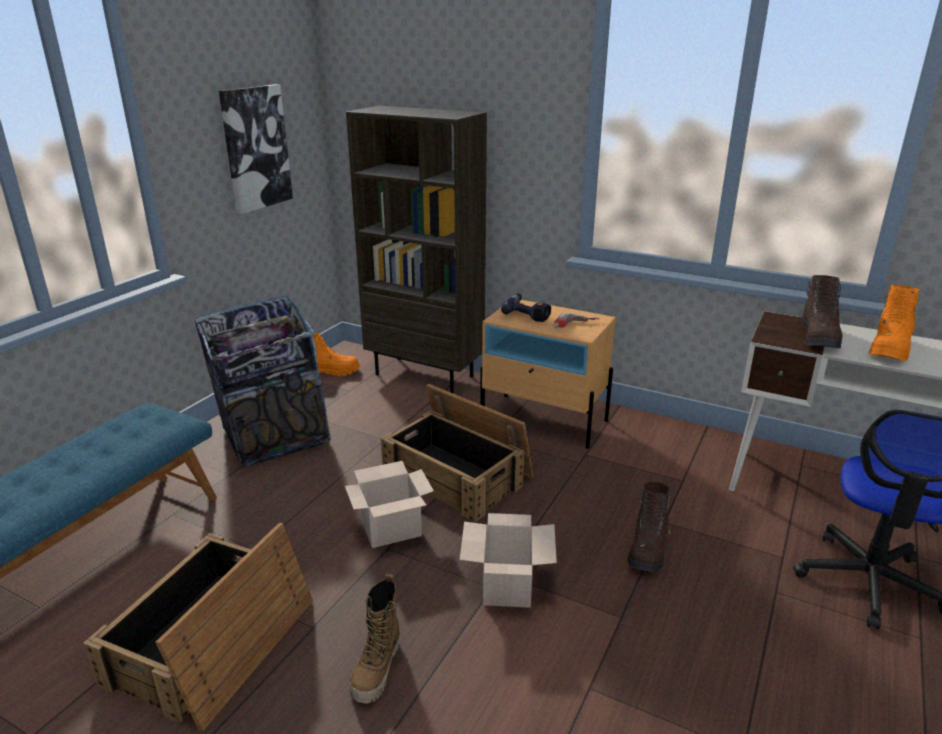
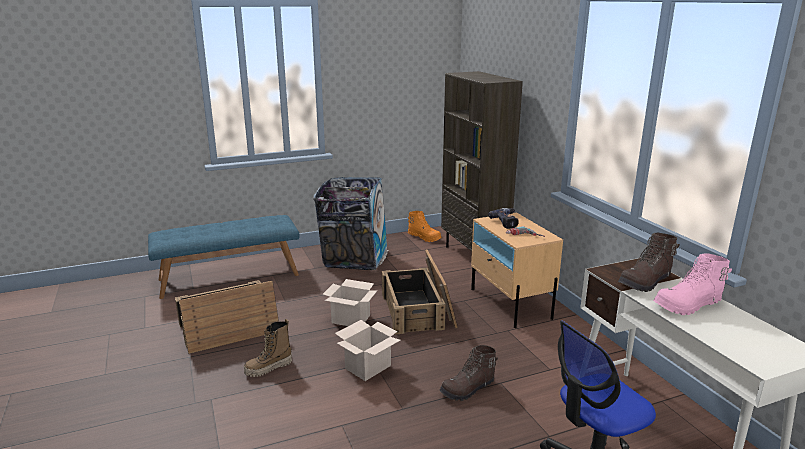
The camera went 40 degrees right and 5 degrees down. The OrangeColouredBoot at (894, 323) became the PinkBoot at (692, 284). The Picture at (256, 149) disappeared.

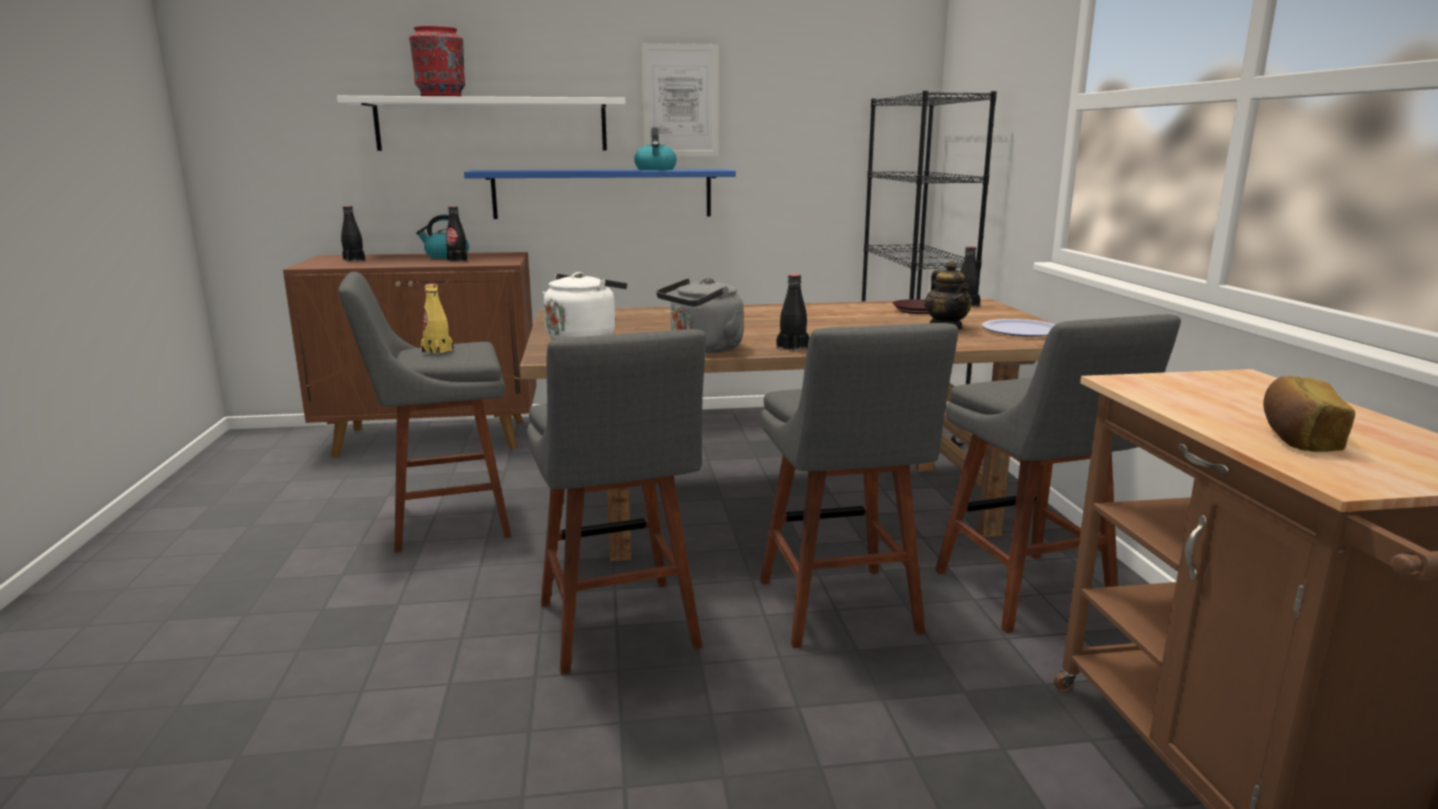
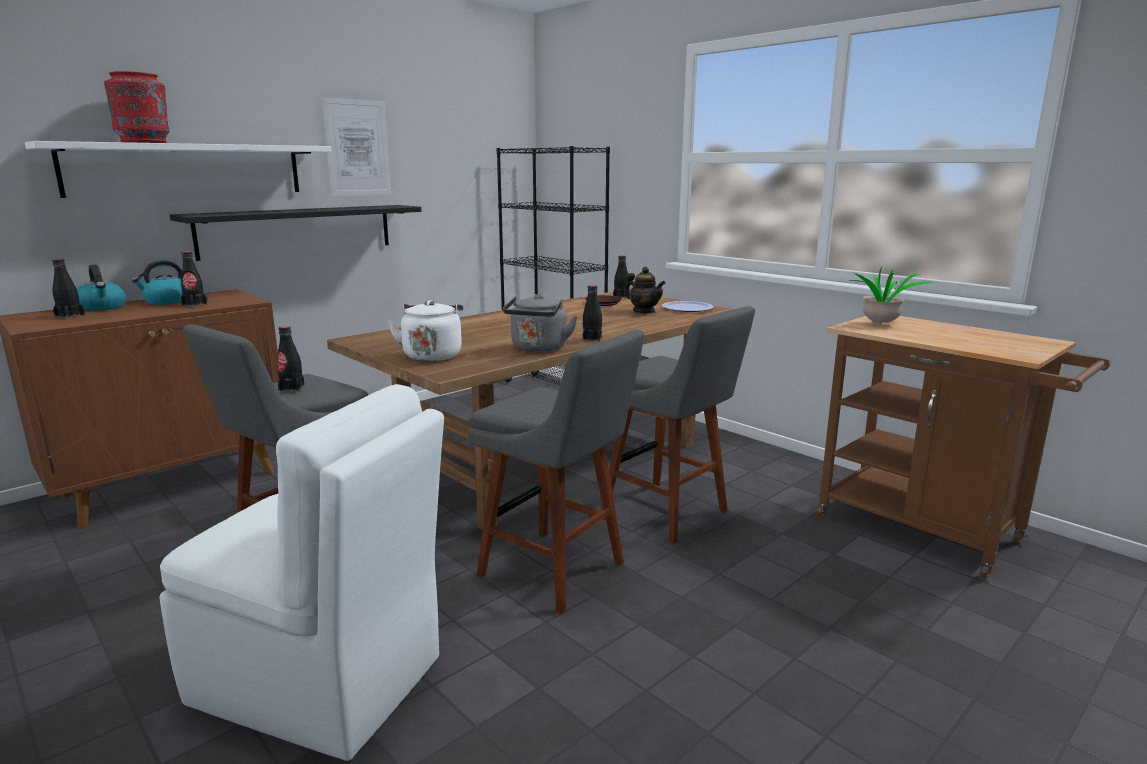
The camera went 35 degrees left and 0 degrees up. The WaterKettle moved from (655, 148) to (101, 288). The WhiteColouredUprightChair at (301, 572) appeared. The BluishBracketShelf at (600, 194) became the BlackishBracketShelf at (295, 233). The YellowDrinkBottle at (437, 319) became the BlackishDrinkBottle at (291, 359). The Houseplant at (892, 294) appeared. The GrayStoolSeat at (1058, 474) disappeared. The Bread at (1309, 414) disappeared.

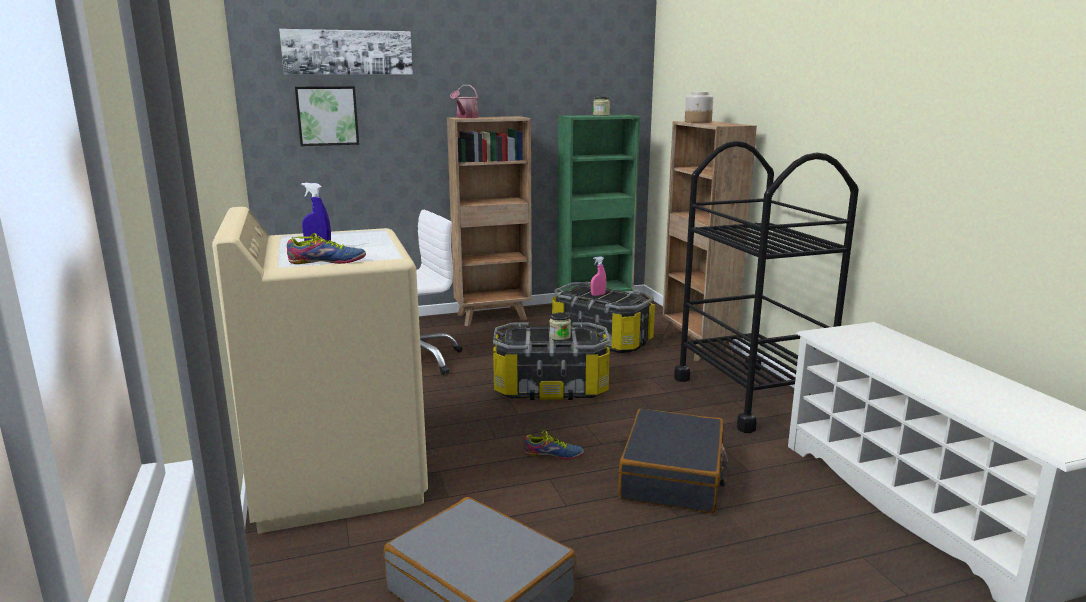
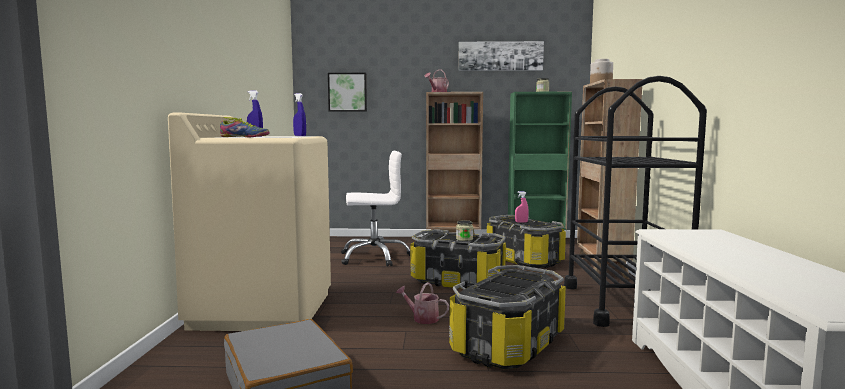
The camera went 20 degrees right and 10 degrees down. The BluishSprayBottle at (299, 114) appeared. The ItemOfFootwear at (554, 444) was replaced by the WateringCan at (422, 303). The BlackishTravelCase at (673, 461) was replaced by the StorageContainer at (507, 317). The Picture moved from (346, 52) to (501, 56).

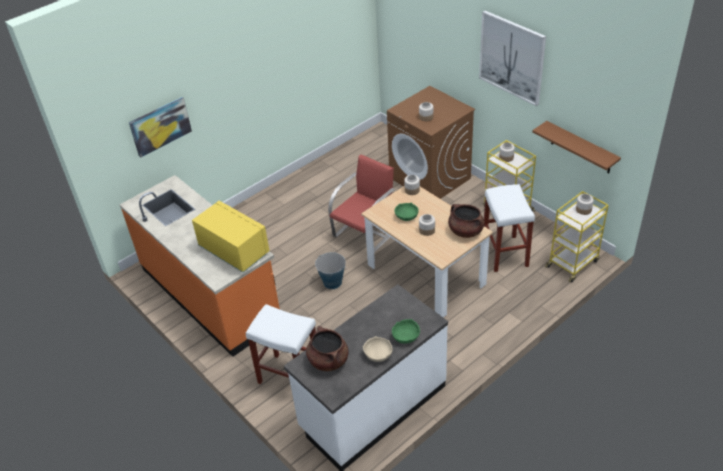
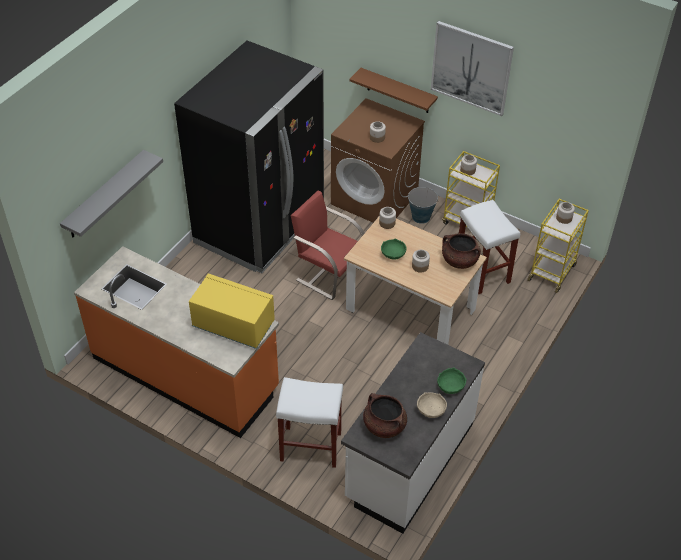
The camera went 20 degrees left and 5 degrees up. The Picture at (160, 127) was replaced by the GrayBracketShelf at (111, 193). The BlackishRefrigerator at (249, 156) appeared. The RedColouredUprightChair at (361, 203) turned 75 degrees counterclockwise. The BrownColouredBracketShelf moved from (576, 147) to (393, 90). The Bucket moved from (331, 270) to (423, 205).

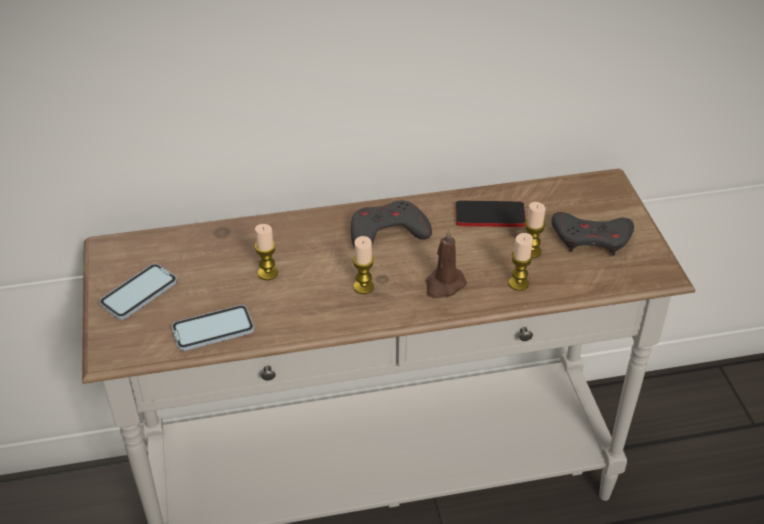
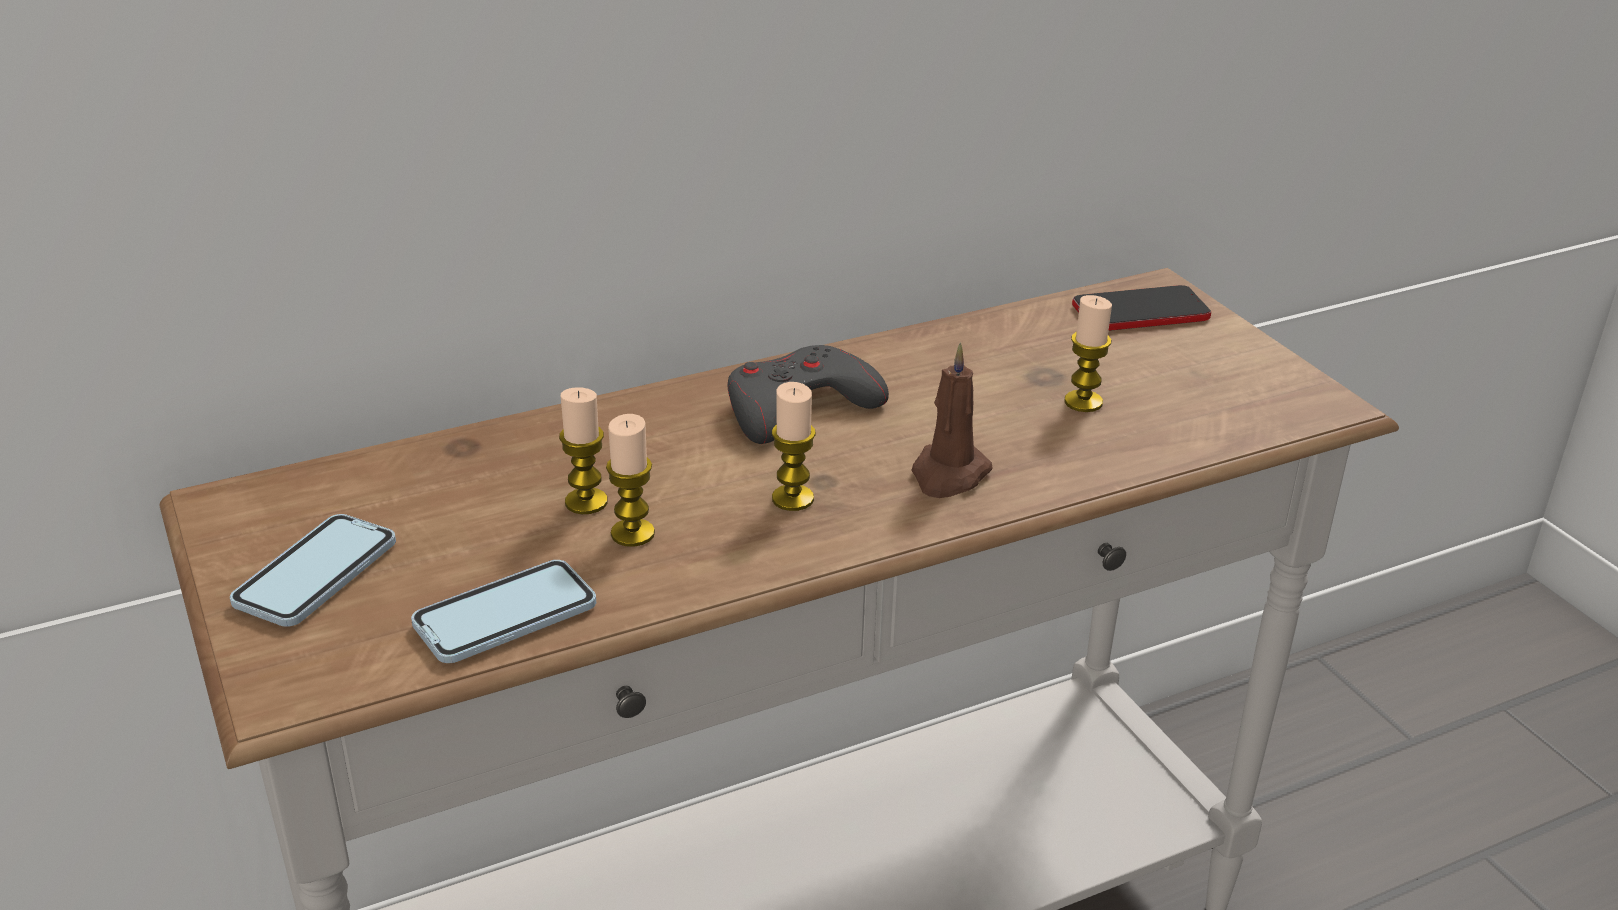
The camera went 15 degrees left and 10 degrees down. The WaxLight moved from (521, 262) to (630, 480). The Phone moved from (490, 214) to (1141, 308). The GrayGamepad at (593, 234) disappeared.

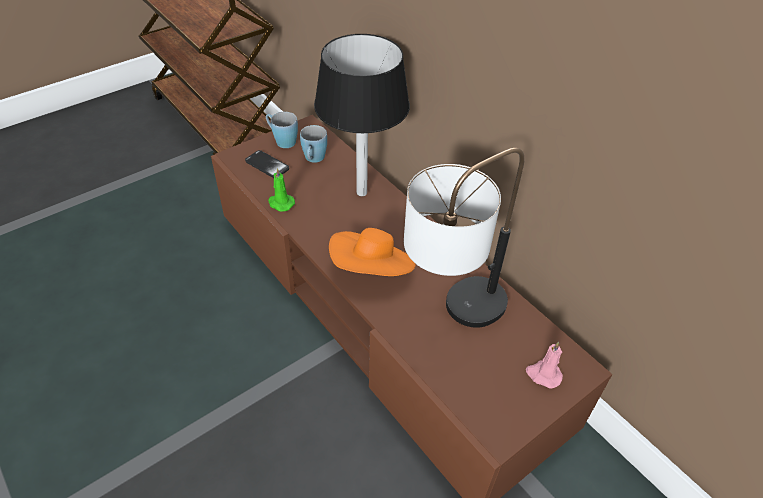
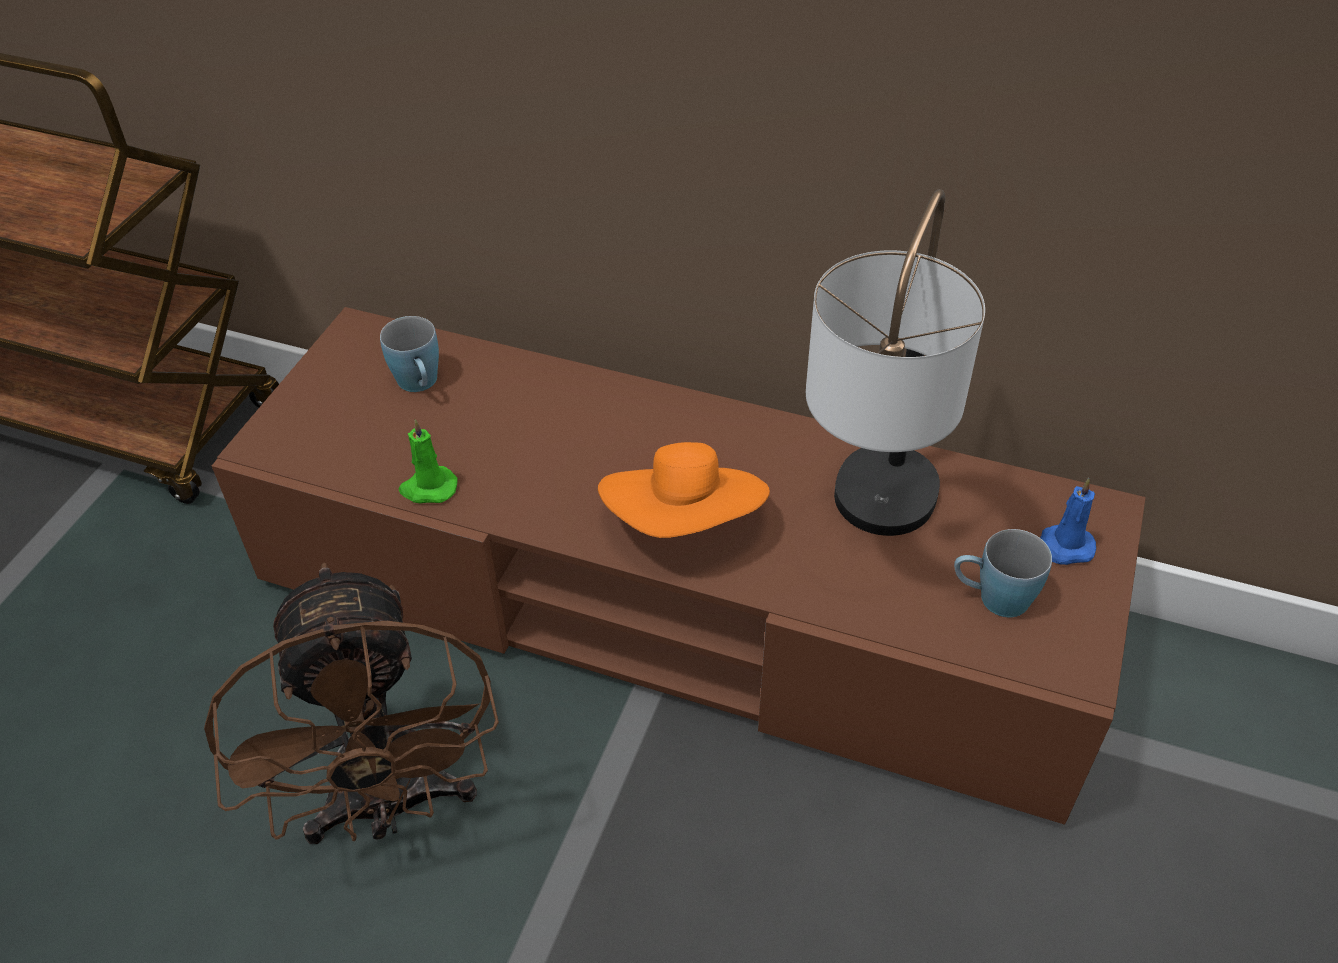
The camera went 30 degrees left and 0 degrees up. The BrownColouredCoolingFan at (351, 703) appeared. The BluishCoffeeMug moved from (282, 130) to (1003, 573). The PinkWaxLight at (544, 365) became the BluishWaxLight at (1068, 521). The Phone at (267, 164) disappeared. The BlackishTableLamp at (362, 115) disappeared.

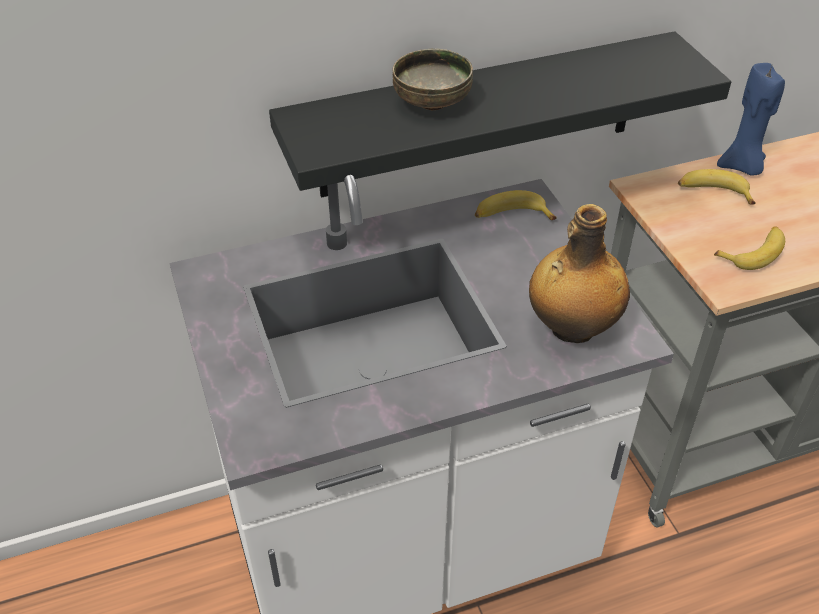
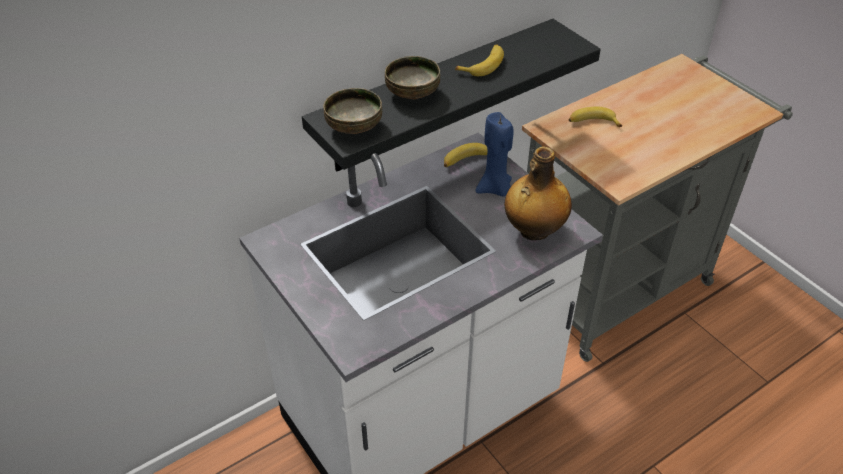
The camera went 15 degrees left and 0 degrees up. The DeepDish at (352, 111) appeared. The BananaFruit moved from (749, 248) to (479, 60). The BluishWaxLight moved from (751, 119) to (495, 154).

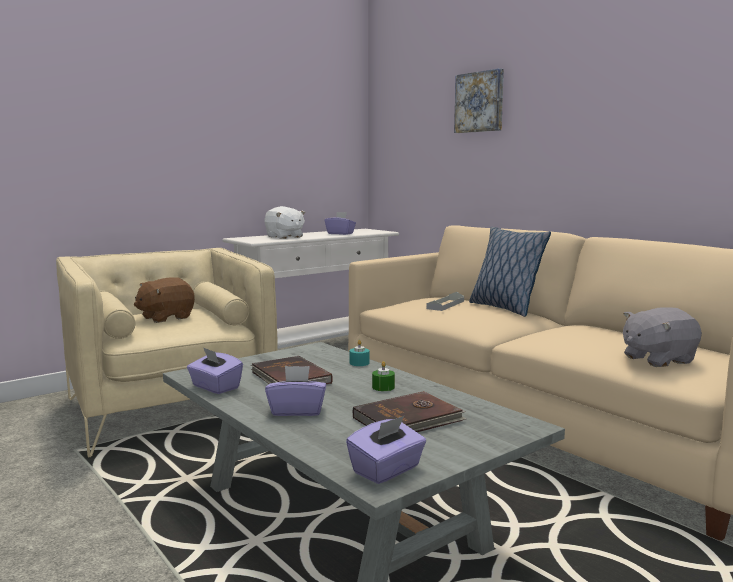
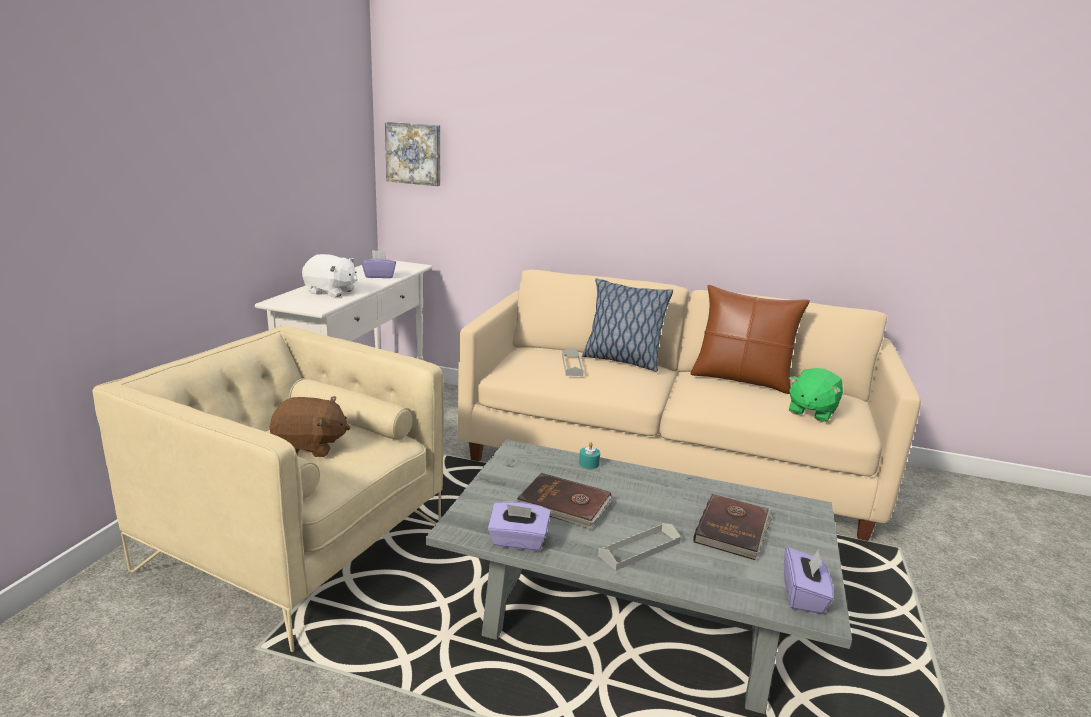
The camera went 35 degrees left and 10 degrees up. The BrownColouredCuddlyToy at (164, 300) turned 105 degrees counterclockwise. The Picture moved from (479, 100) to (412, 154). The PurpleColouredTissueHolder at (295, 391) was replaced by the GrayCarryingTray at (639, 547). The BrownColouredPillow at (750, 339) appeared. The GrayCuddlyToy at (662, 337) became the GreenishCuddlyToy at (816, 395). The GreenishWaxLight at (383, 376) disappeared.

